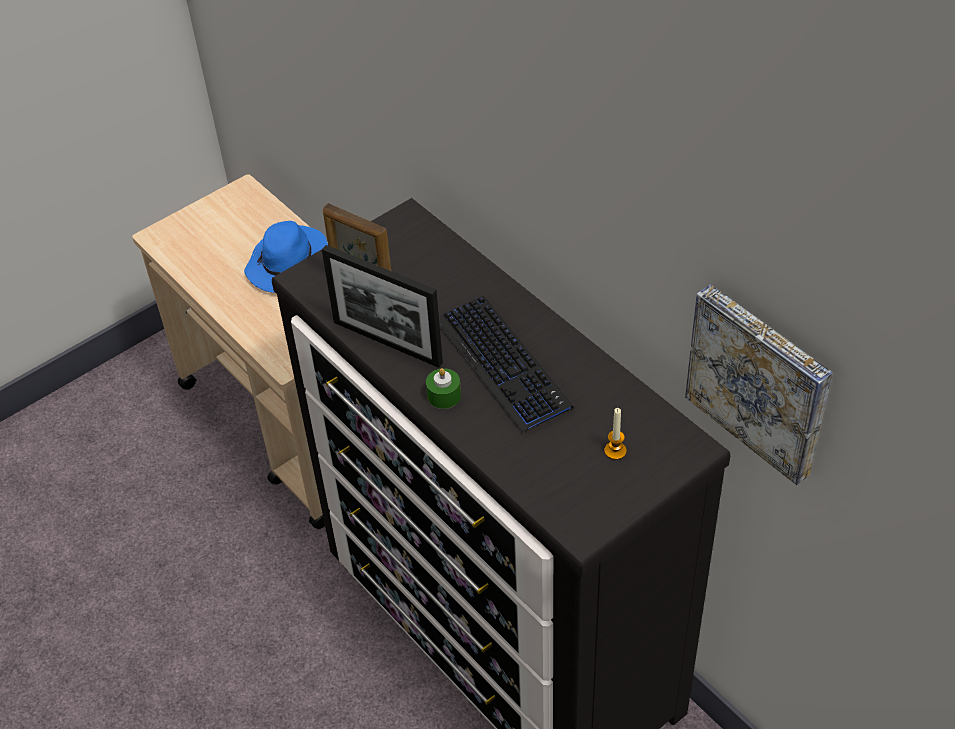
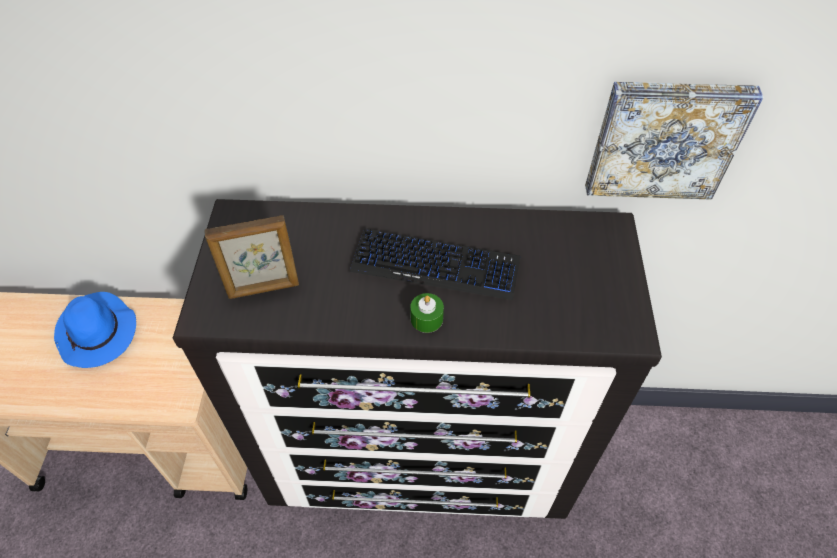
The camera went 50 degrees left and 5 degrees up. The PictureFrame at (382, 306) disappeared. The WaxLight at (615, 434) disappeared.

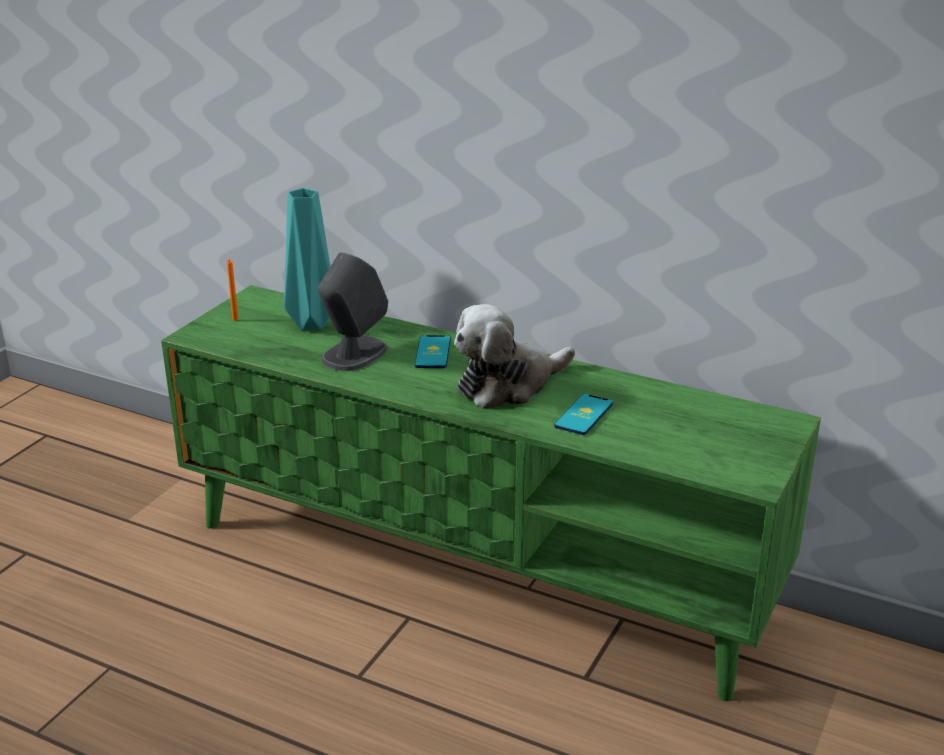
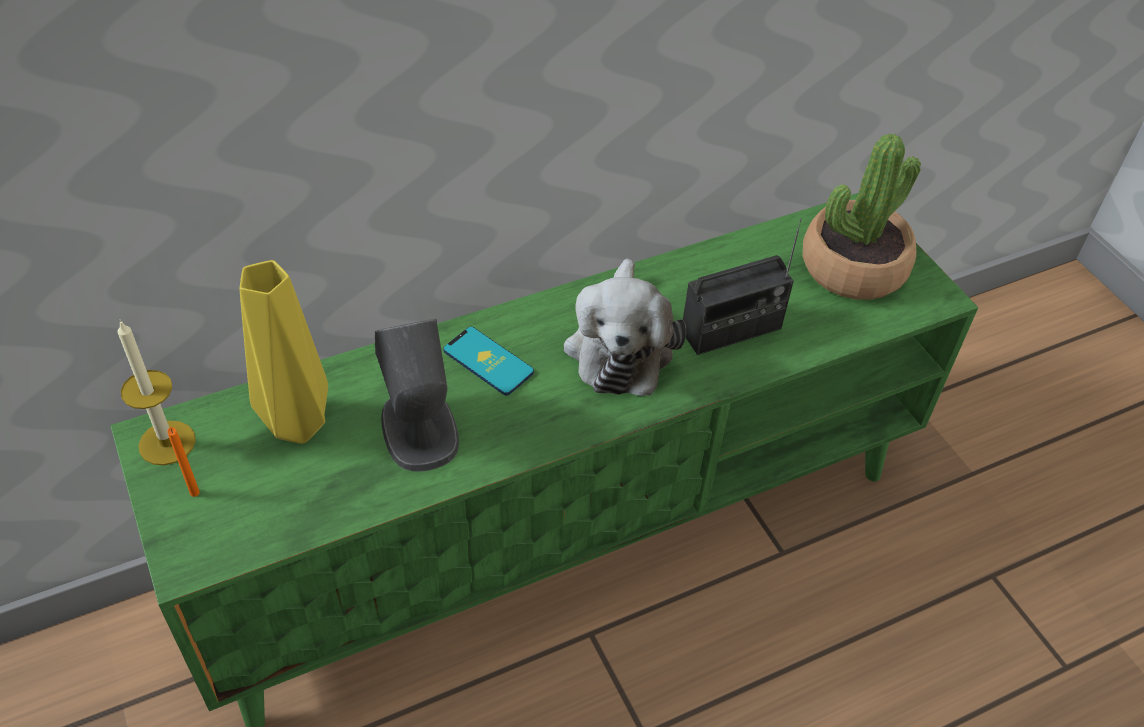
The camera went 55 degrees left and 20 degrees up. The WaxLight at (156, 392) appeared. The TurquoiseColouredFlowerVase at (307, 259) became the YellowFlowerVase at (284, 352). The Phone at (583, 414) was replaced by the RadioReceiver at (742, 286). The Houseplant at (861, 216) appeared.

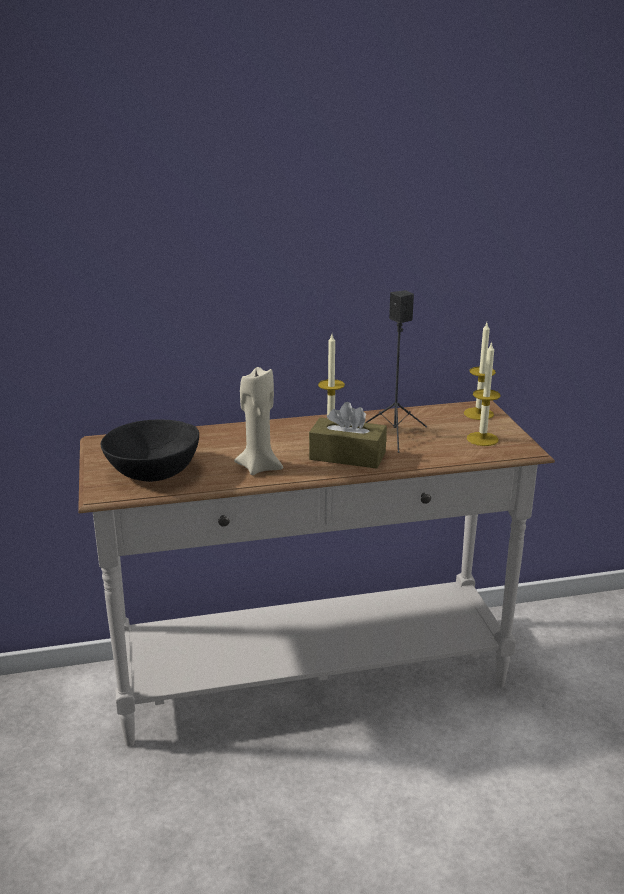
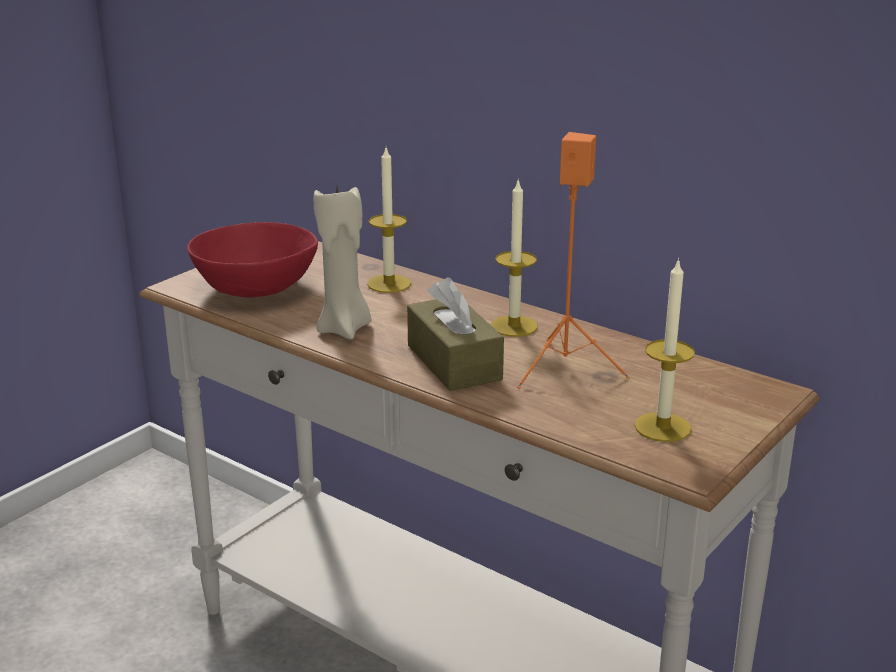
The camera went 50 degrees right and 0 degrees up. The BlackishDeepDish at (150, 451) became the RedColouredDeepDish at (252, 260). The WaxLight moved from (480, 371) to (389, 220). The BlackishLoudspeaker at (396, 371) became the OrangeColouredLoudspeaker at (573, 260).

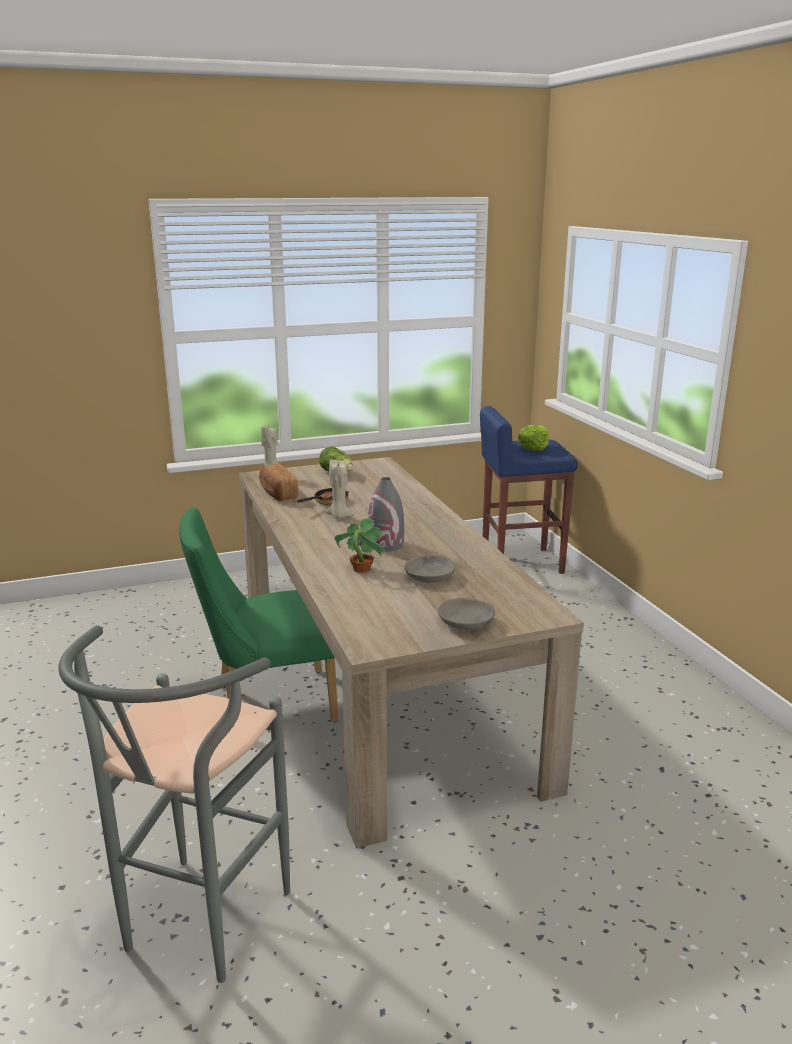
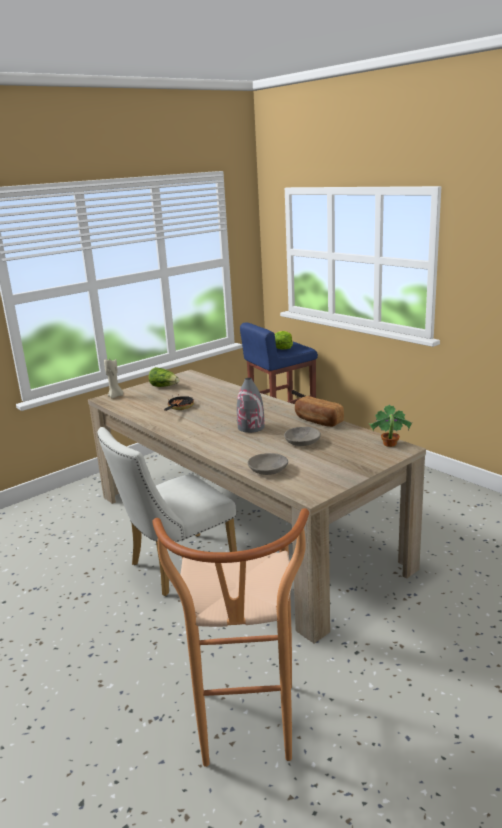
The camera went 20 degrees left and 0 degrees up. The GreenishUprightChair at (259, 614) became the WhiteColouredUprightChair at (167, 511). The GrayStoolSeat at (174, 804) became the BrownColouredStoolSeat at (230, 637). The GrayDeepDish moved from (466, 614) to (268, 464). The Bread moved from (278, 482) to (319, 411). The Houseplant moved from (361, 545) to (391, 426). The BeigeColouredWaxLight at (339, 489) disappeared.

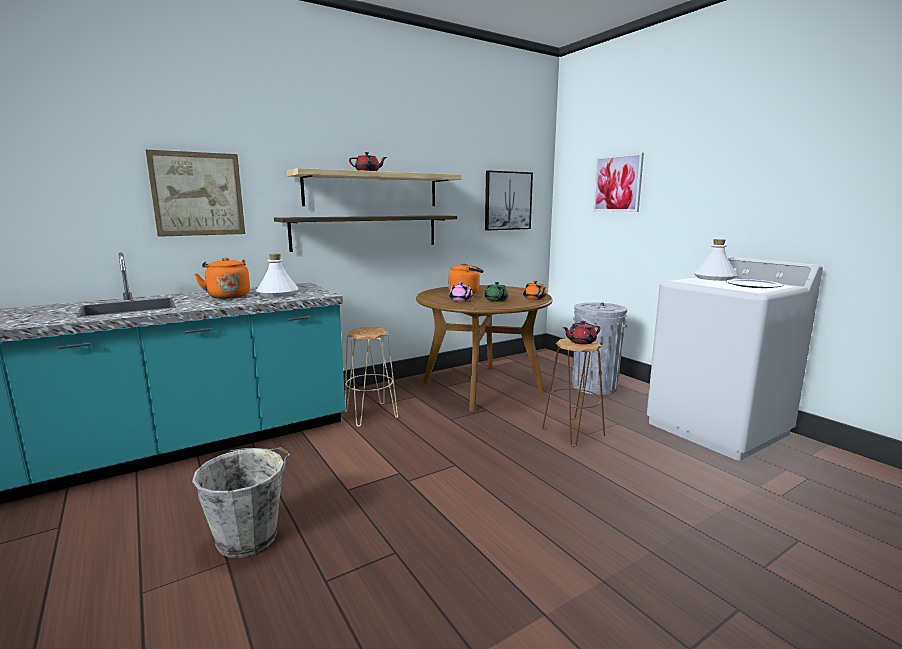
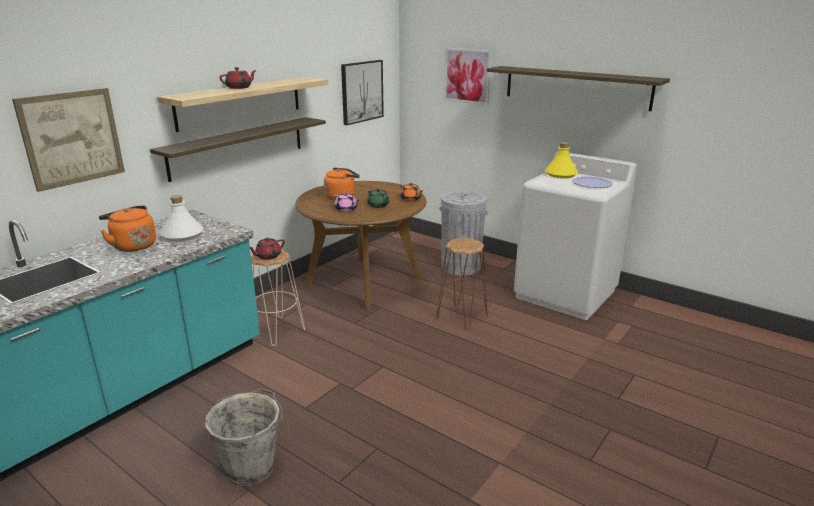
The camera went 20 degrees left and 10 degrees up. The RedColouredTeaPot moved from (581, 332) to (267, 249). The BracketShelf at (578, 88) appeared. The WhiteColouredDrinkBottle at (715, 260) became the YellowDrinkBottle at (561, 160).

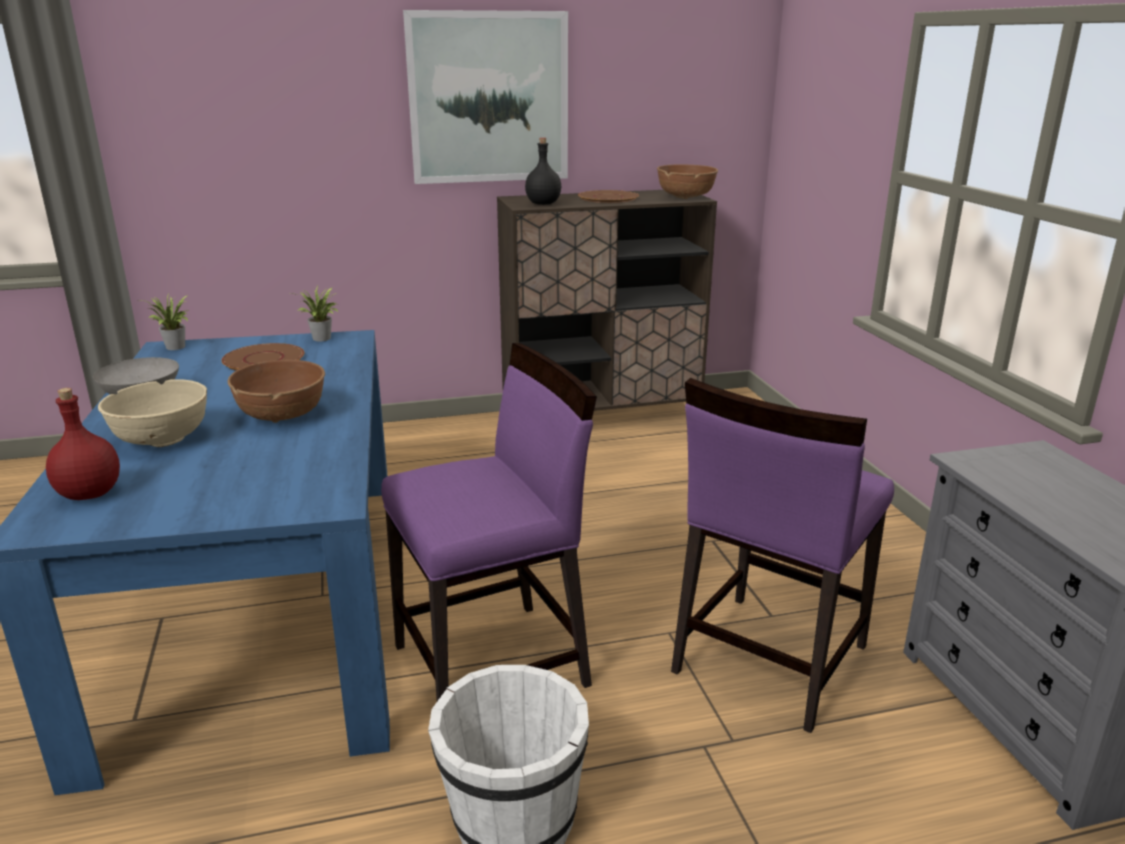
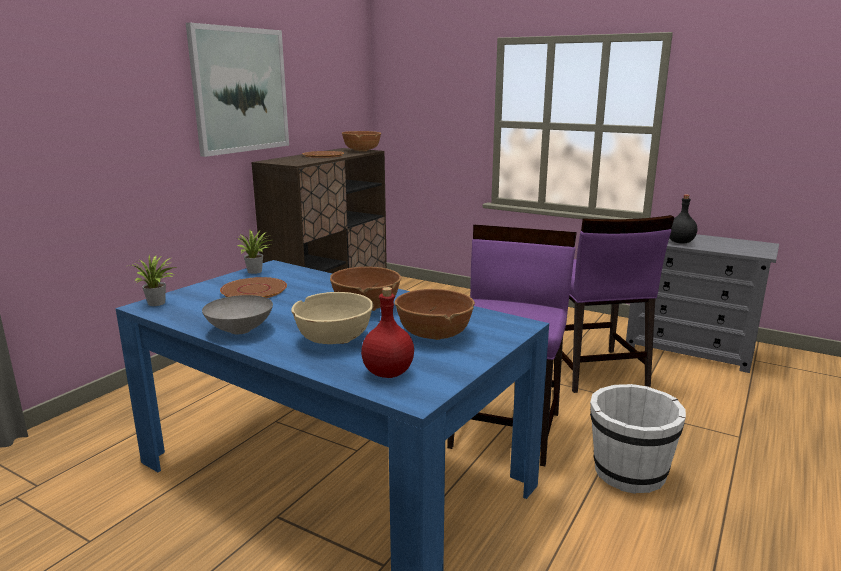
The camera went 45 degrees left and 5 degrees down. The BrownColouredDeepDish at (434, 314) appeared. The BlackishDrinkBottle moved from (543, 171) to (683, 219).

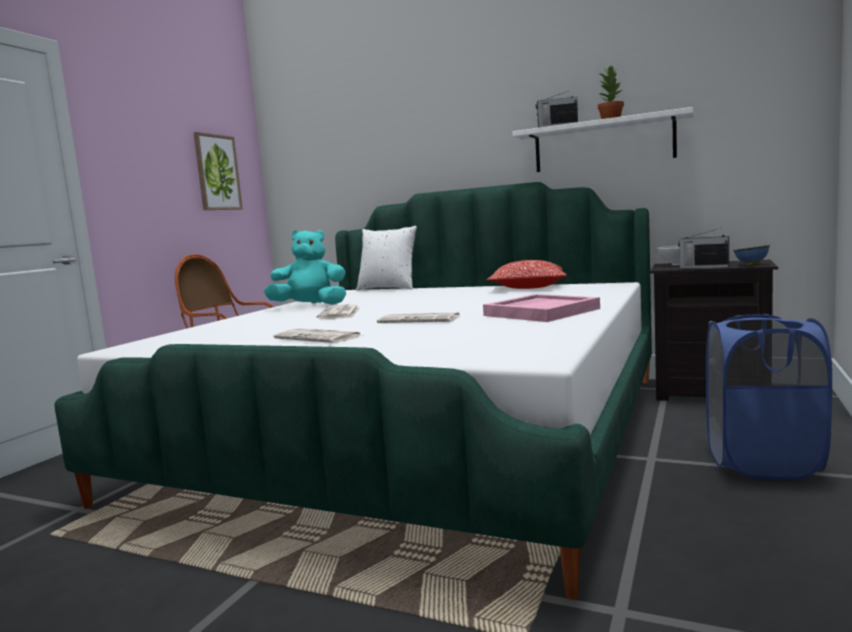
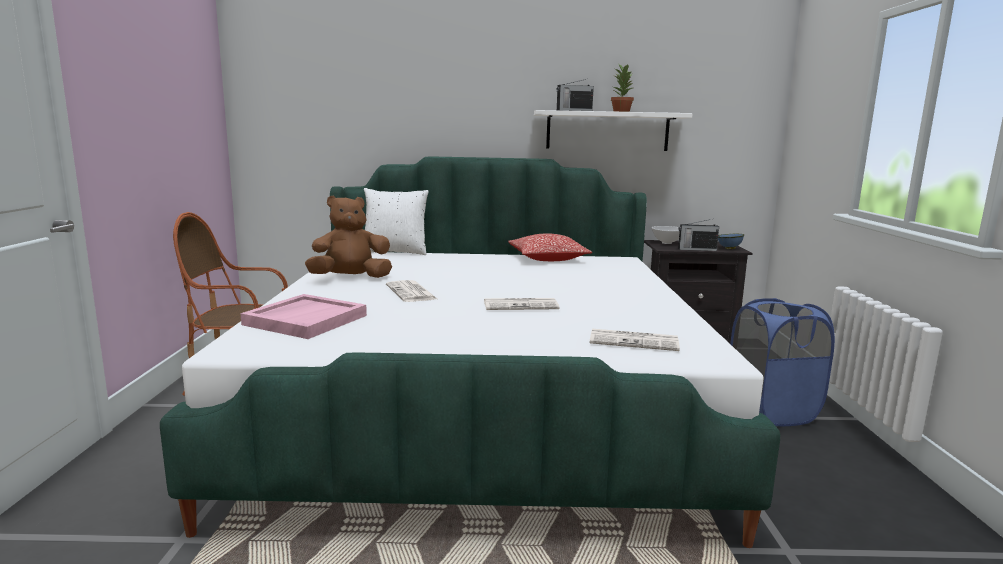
The camera went 25 degrees left and 5 degrees up. The PinkCarryingTray moved from (541, 308) to (303, 316). The TurquoiseColouredCuddlyToy at (305, 267) became the BrownColouredCuddlyToy at (348, 237). The PrintedPaper moved from (318, 335) to (635, 340). The Picture at (218, 171) disappeared.

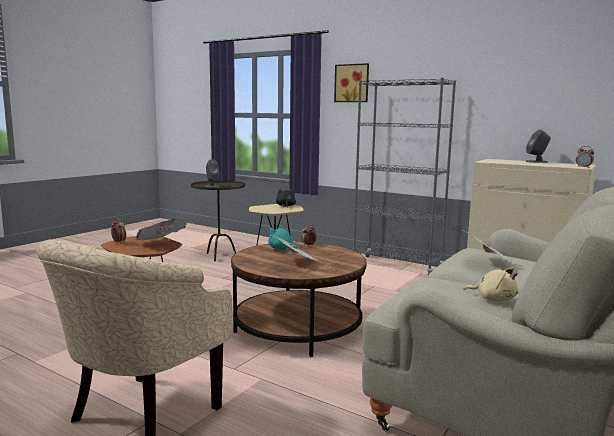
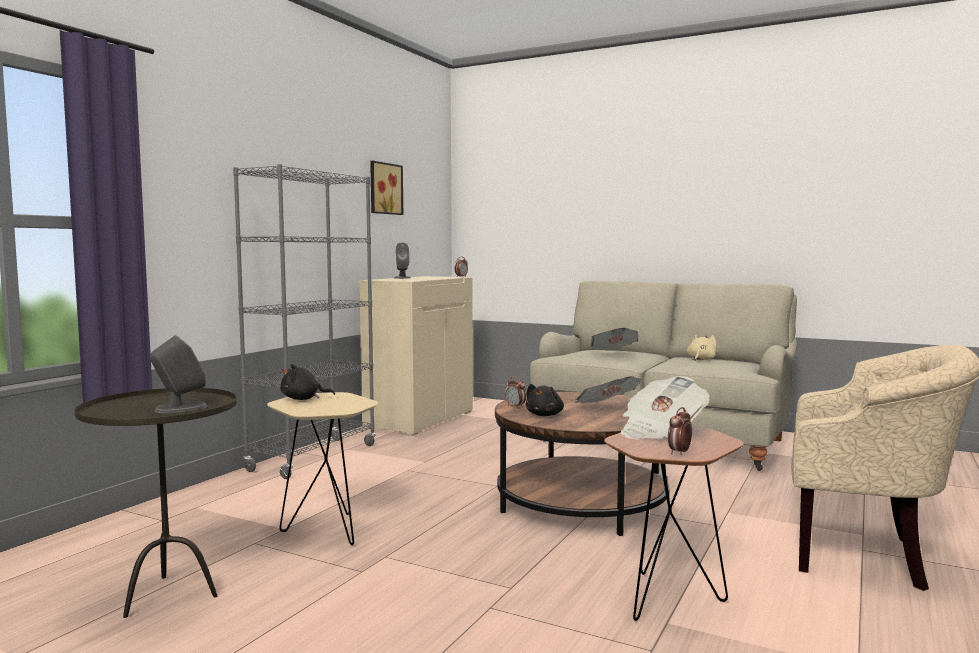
The camera went 95 degrees left and 5 degrees down. The Picture moved from (351, 82) to (386, 188). The TurquoiseColouredCuddlyToy at (283, 238) became the BlackishCuddlyToy at (545, 400).

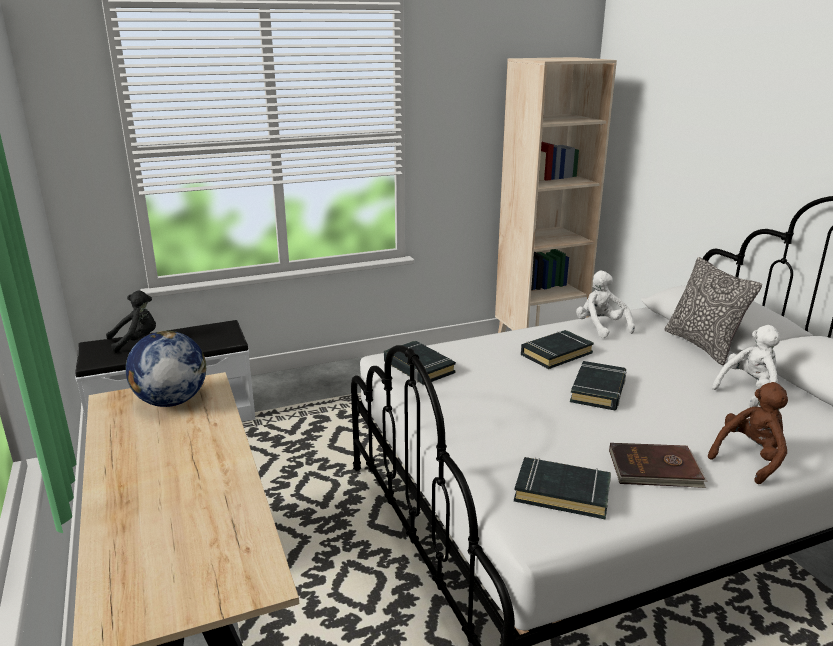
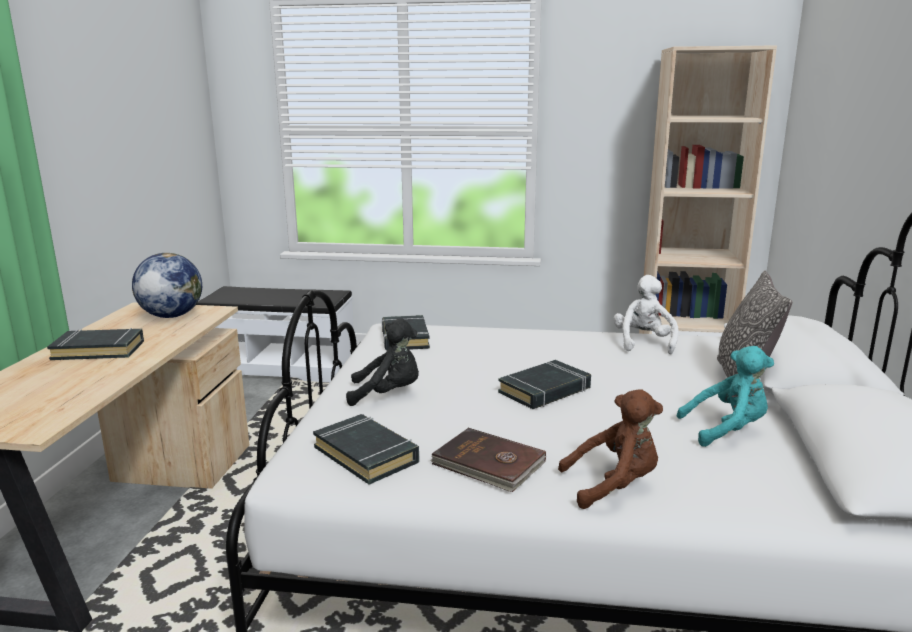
The camera went 30 degrees right and 5 degrees down. The BlackishBoundBook moved from (557, 349) to (95, 344). The BlackishCuddlyToy moved from (131, 321) to (382, 362). The WhiteColouredCuddlyToy at (746, 366) became the TurquoiseColouredCuddlyToy at (725, 396).

